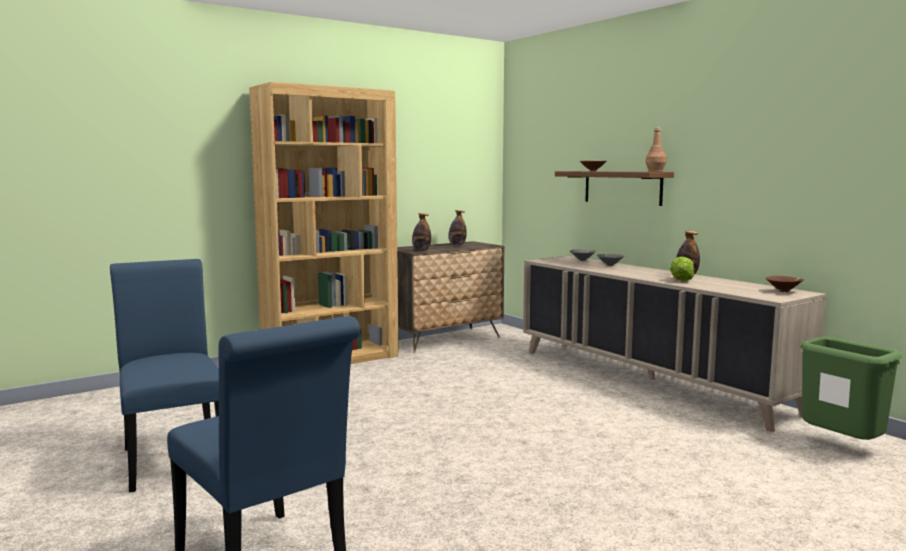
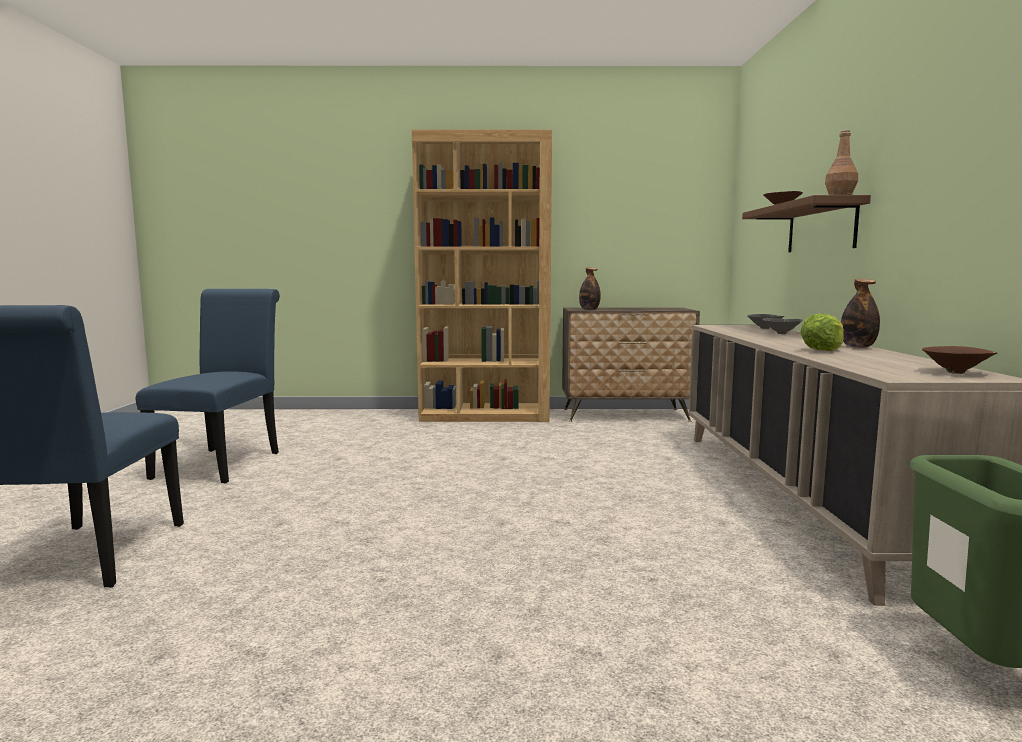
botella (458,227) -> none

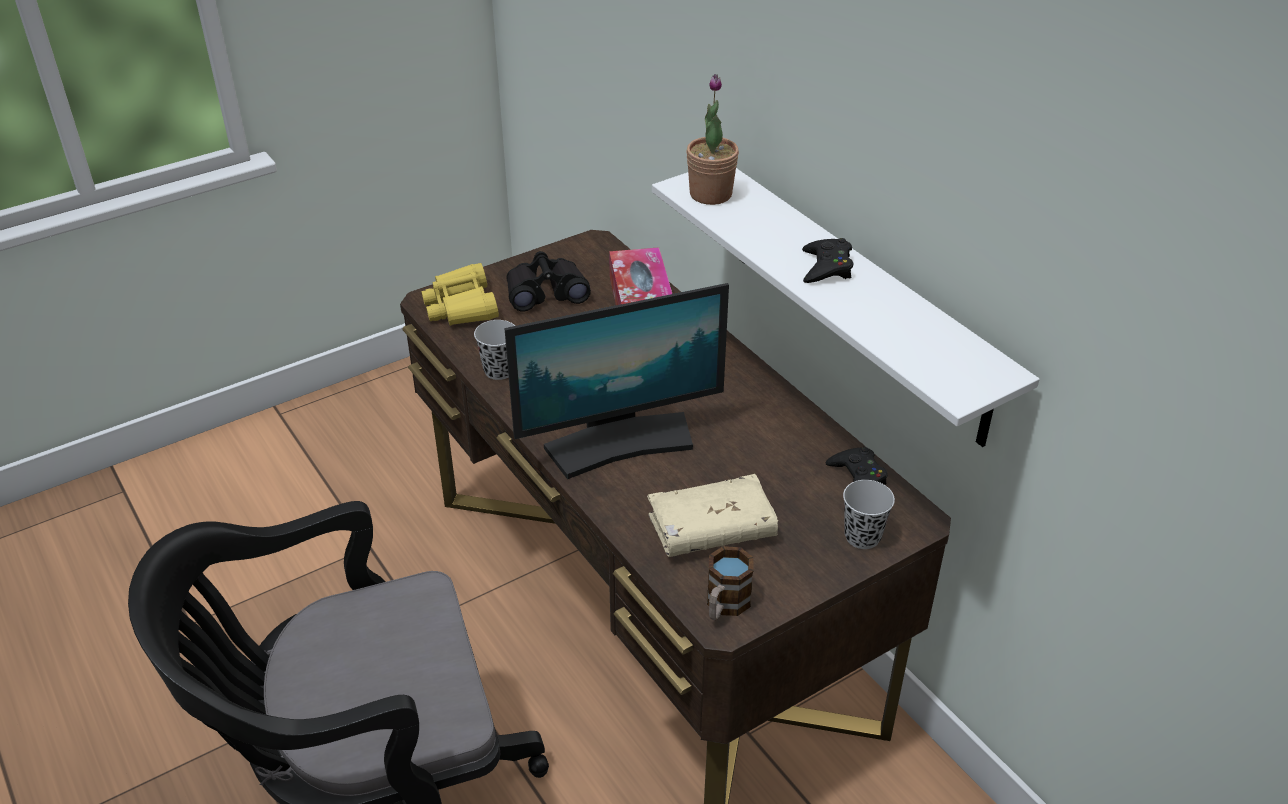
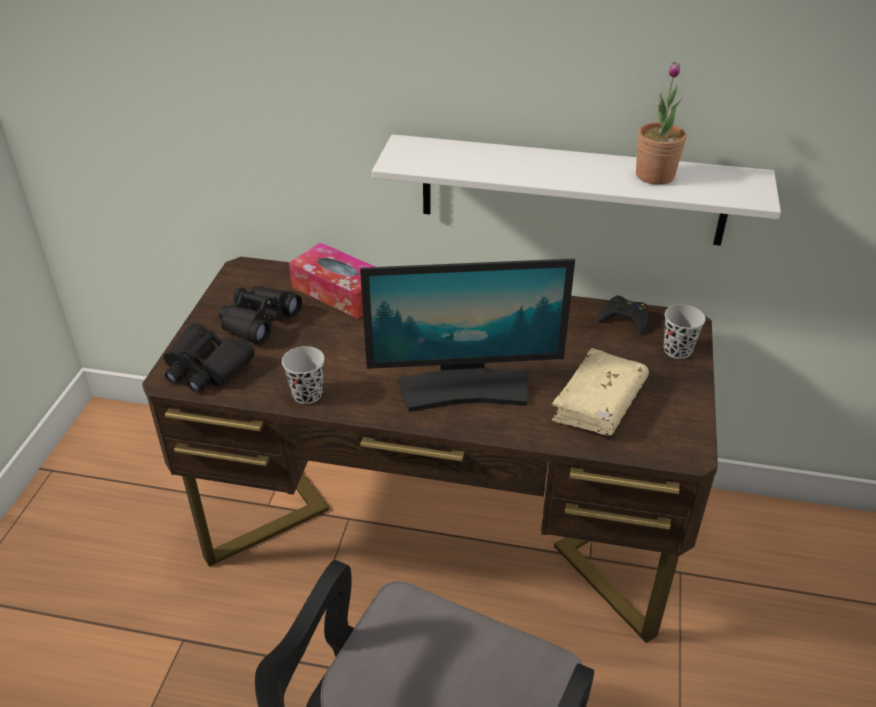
prismáticos (amarillo) (460,294) -> prismáticos (negro) (209,358)
monitor (616,381) -> monitor (467,335), 60 degrees clockwise
planta en maceta (712,139) -> planta en maceta (661,123), relocated
taza grande (730,583) -> none
mando de consola (negro) (827,260) -> none

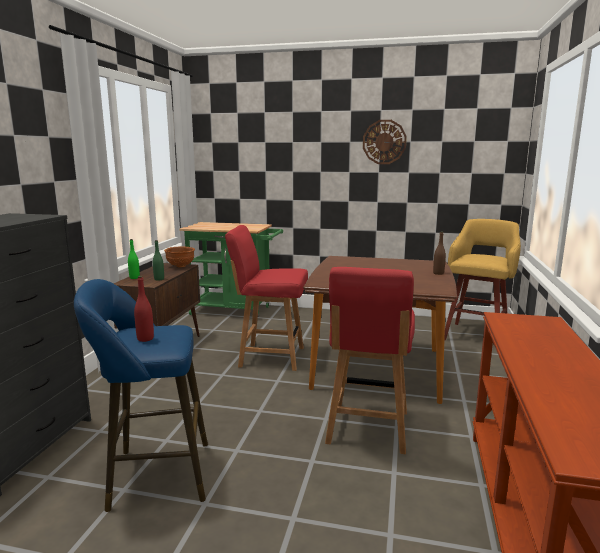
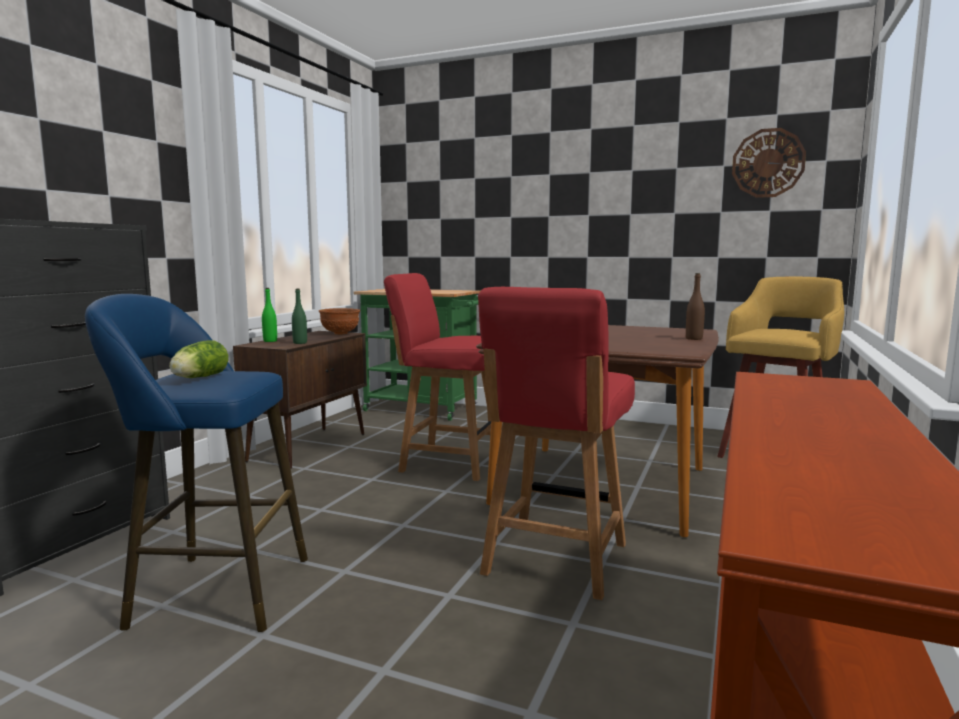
botella (rojo) (144,309) -> lechuga (198,359)
reloj de pared (385,142) -> reloj de pared (769,163), relocated

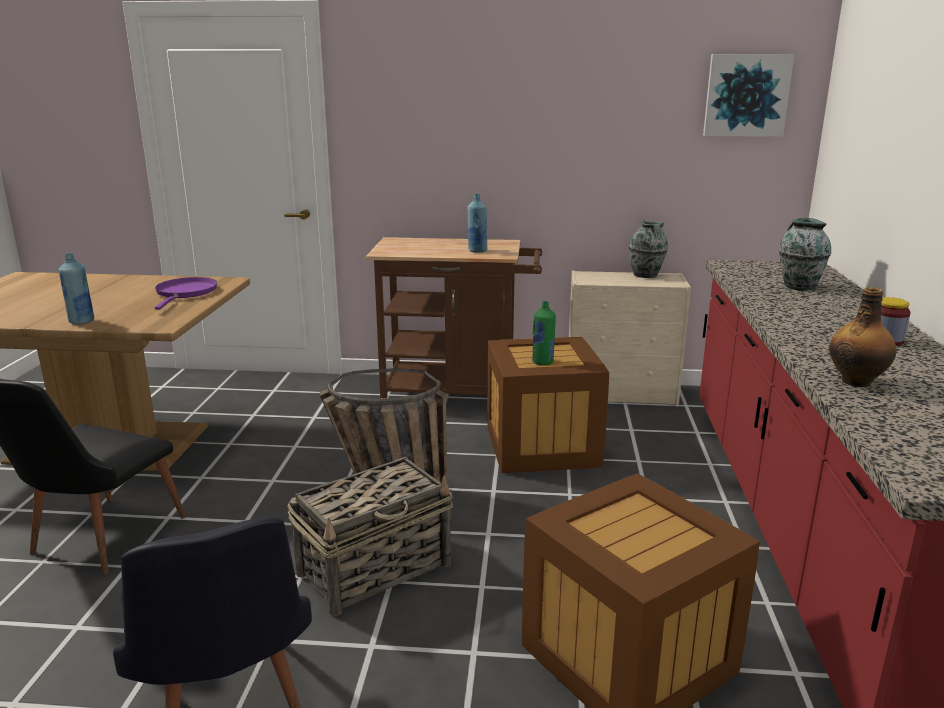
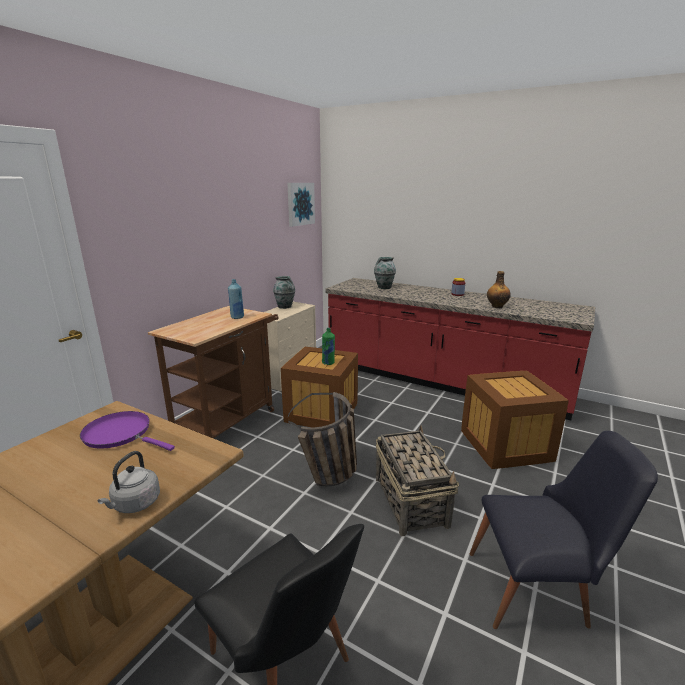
botella (azul) (76,289) -> hervidor (gris) (128,482)

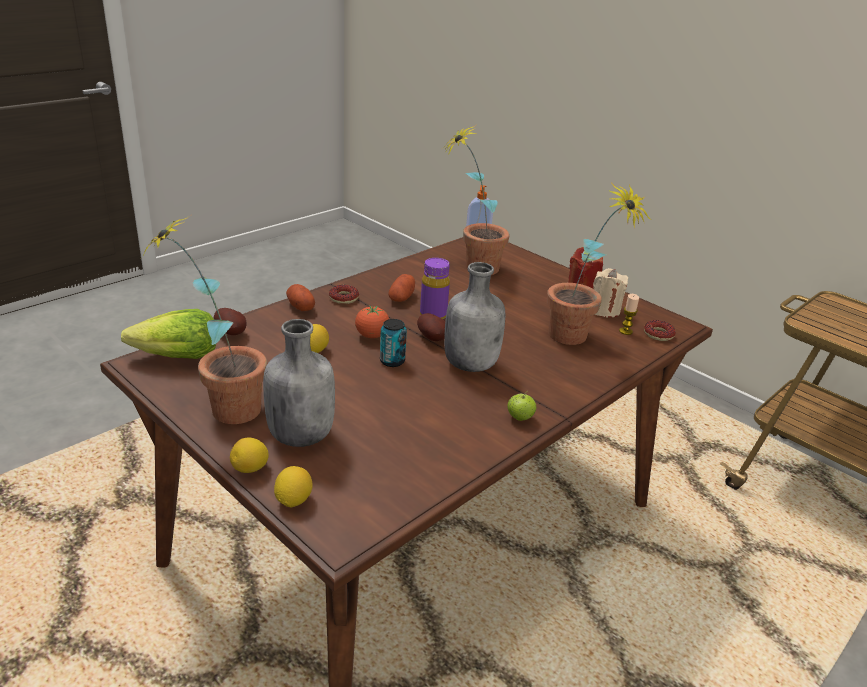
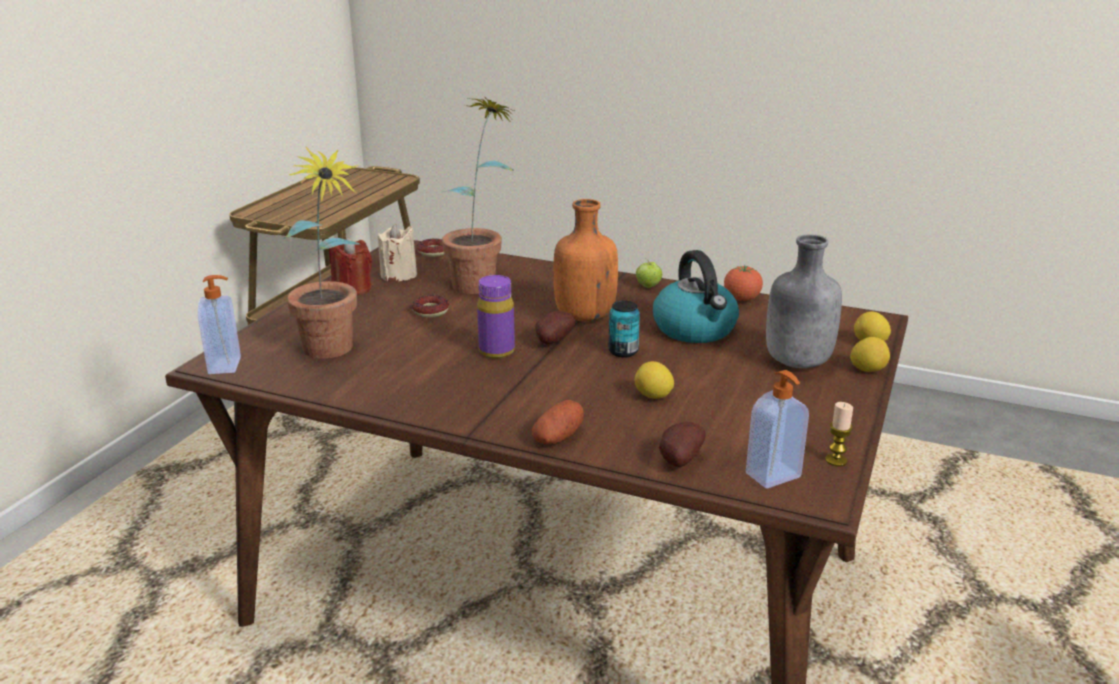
rosquilla (344,294) -> rosquilla (430,306), relocated
botella (gris) (474,317) -> botella (naranja) (585,260)
none -> hervidor (696,296)
tomate (372,321) -> tomate (743,283), relocated
lechuga (168,334) -> dispensador de jabón (777,429)
vela (629,314) -> vela (839,434), relocated
planta en maceta (204,320) -> none
patata (401,288) -> none

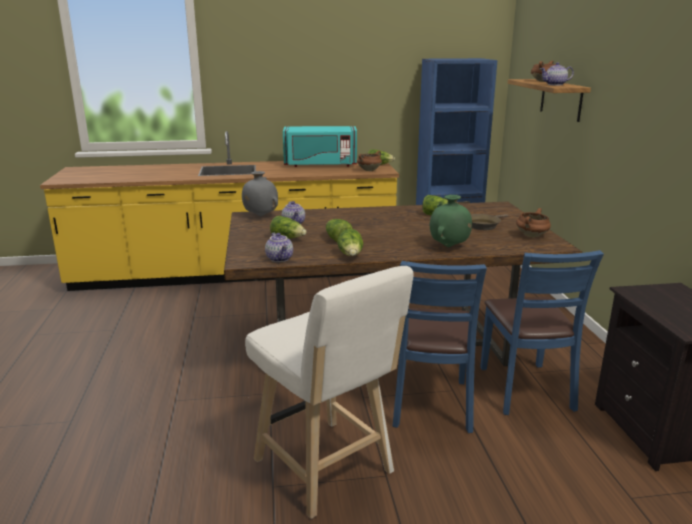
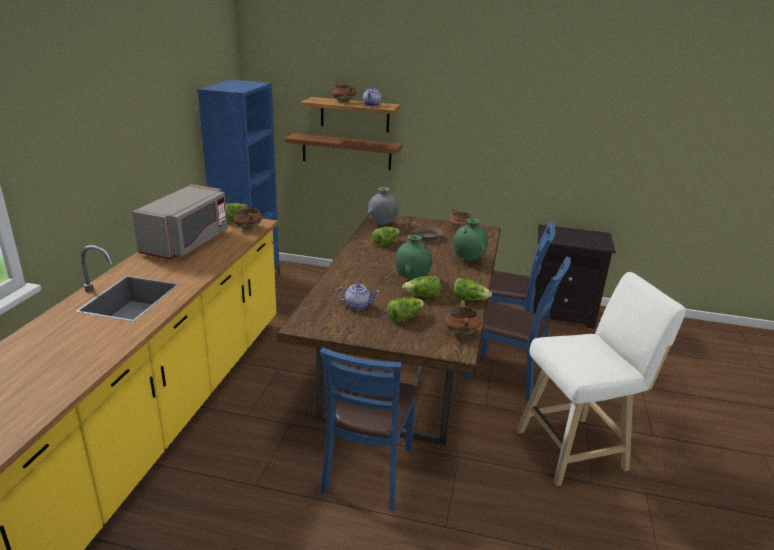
microondas (turquesa) (320,146) -> microondas (gris) (180,221)
none -> estante (marrón) (343,151)
none -> silla (azul) (369,429)
florero (gris) (260,193) -> florero (gris) (383,206), relocated
none -> florero (verde) (413,257)
tetera (279,247) -> olla (marrón) (463,318)

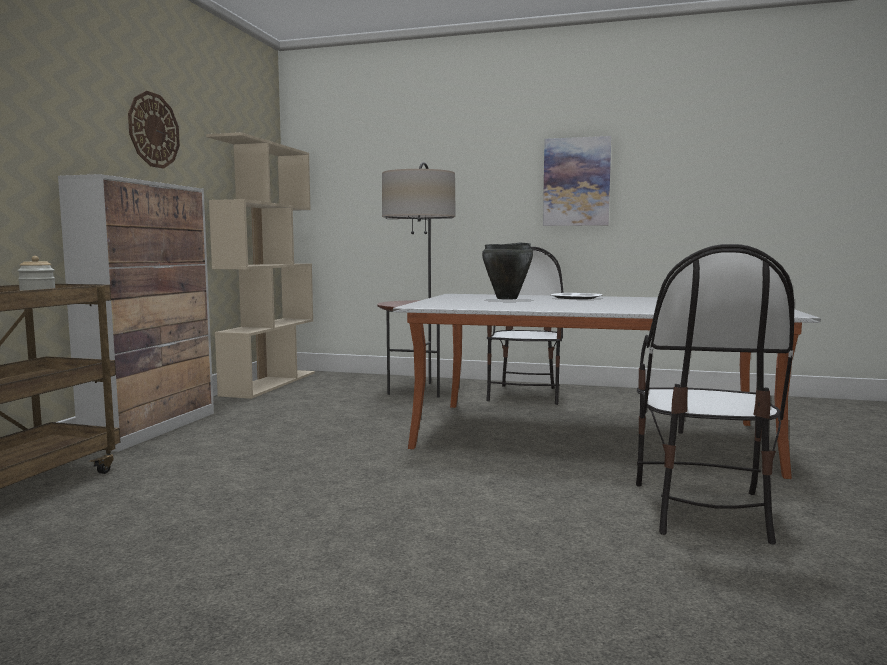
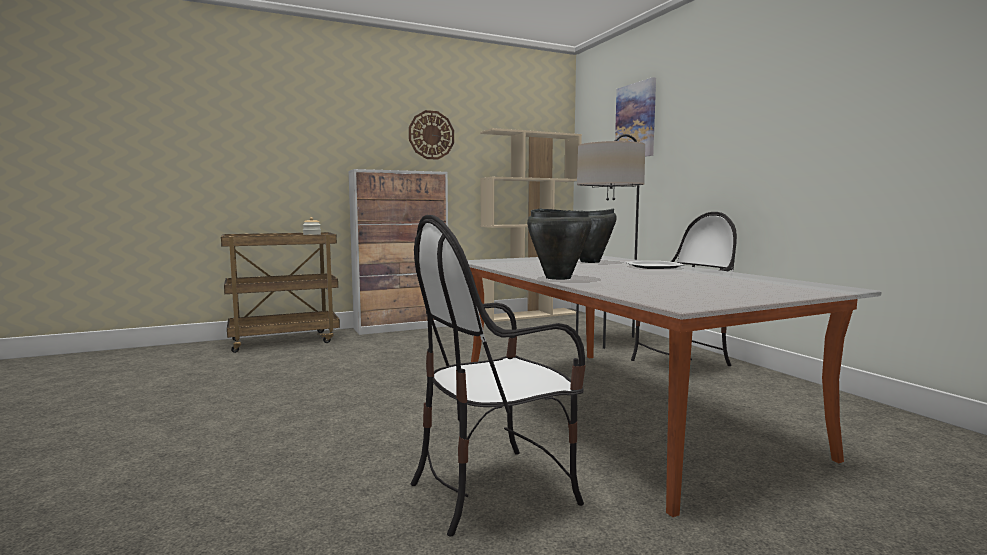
none -> olla (negro) (559,244)
cuadro (577,181) -> cuadro (635,117), relocated

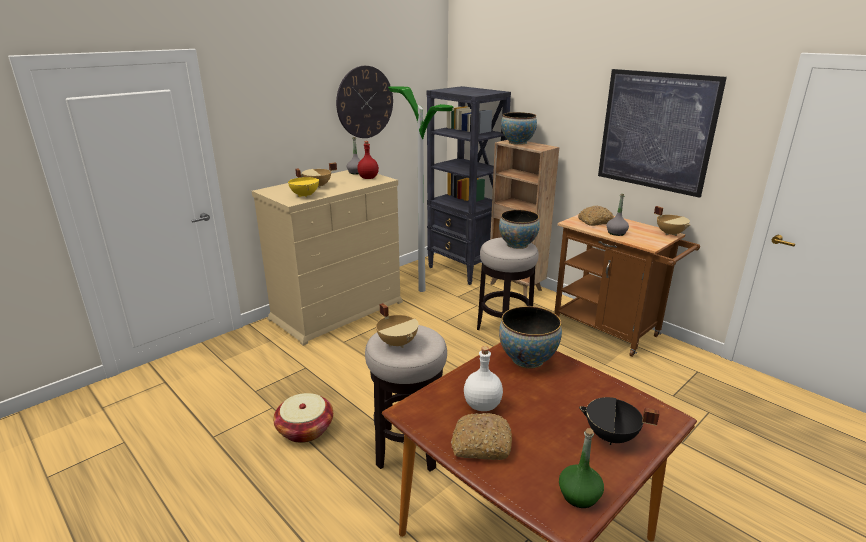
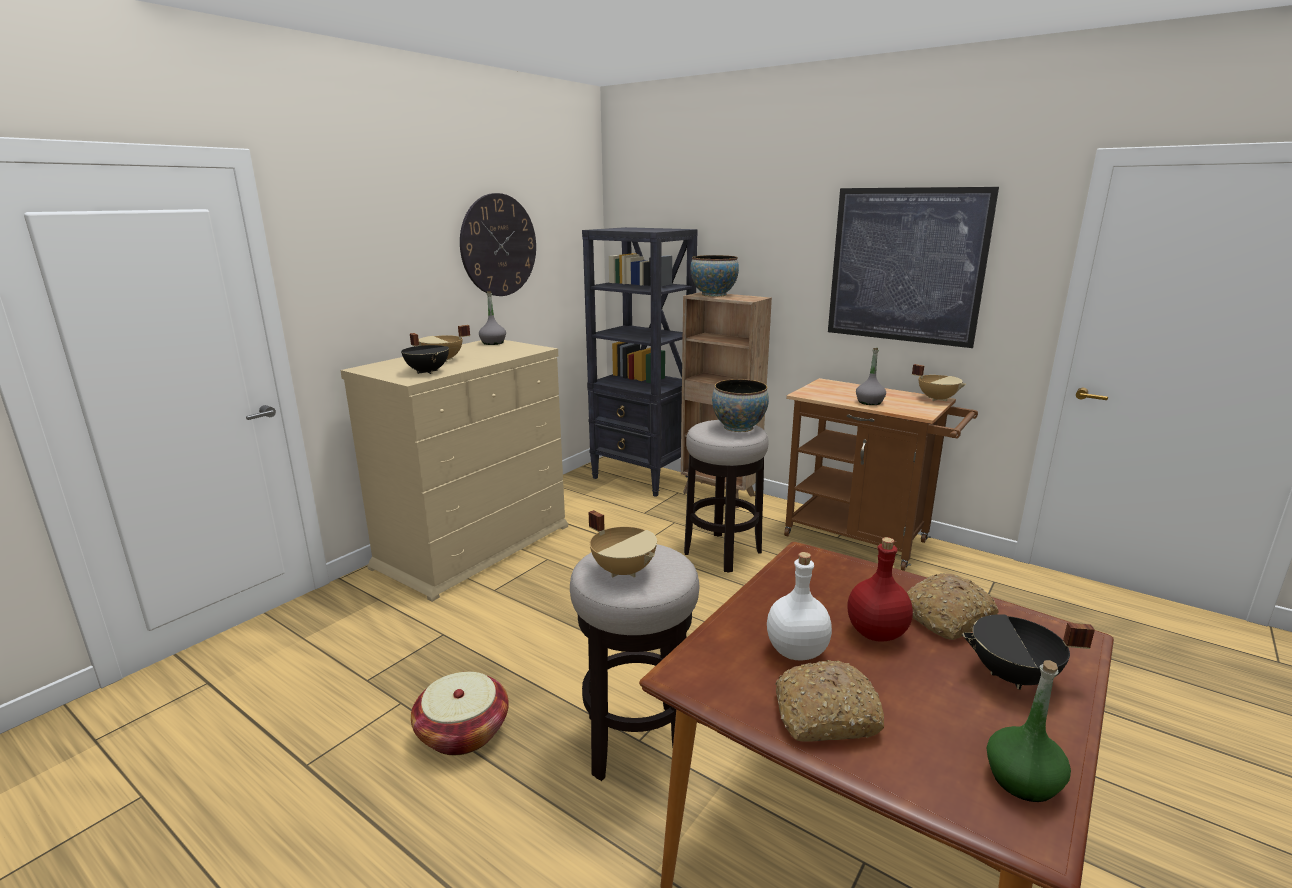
olla (amarillo) (303,183) -> olla (negro) (425,353)
botella (rojo) (368,160) -> botella (rojo) (880,589), relocated
pan (596,216) -> pan (953,606), relocated
lámpara de pie (420,189) -> none
cuenco (530,337) -> none

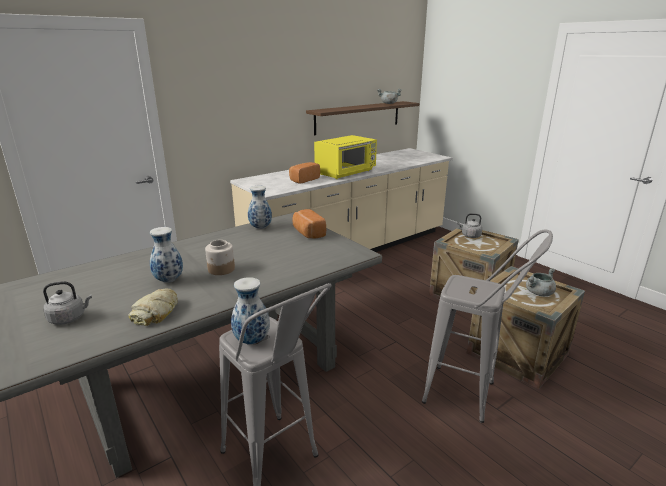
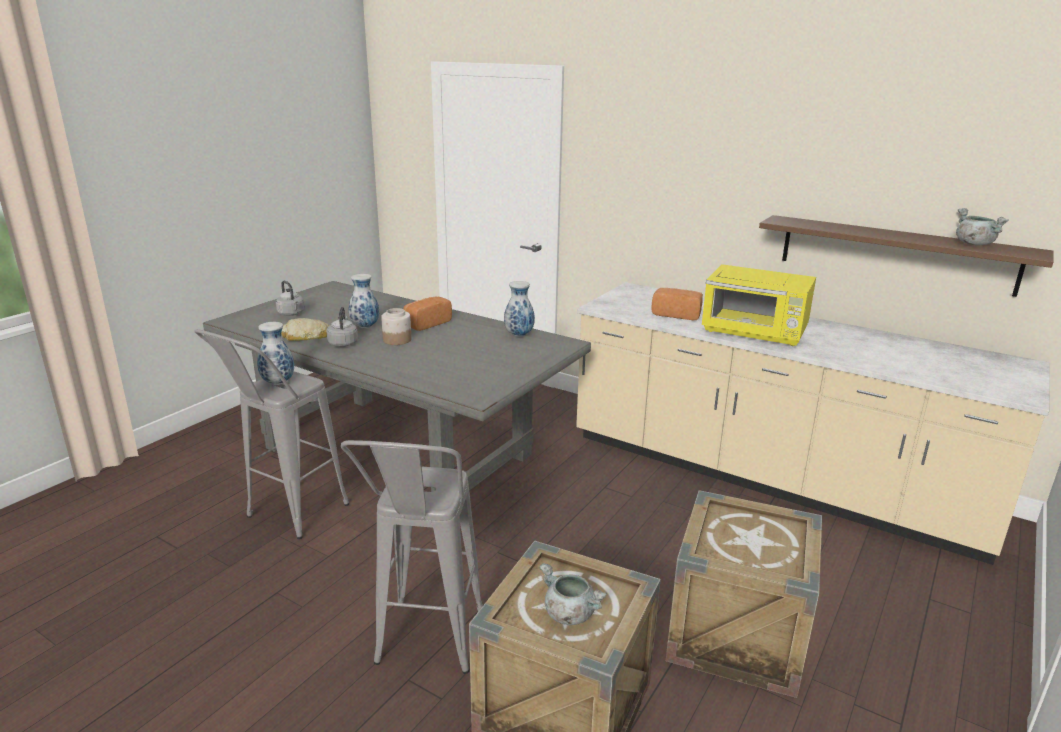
hervidor (gris) (470,225) -> hervidor (gris) (342,327), relocated
pan (309,224) -> pan (427,314), relocated

